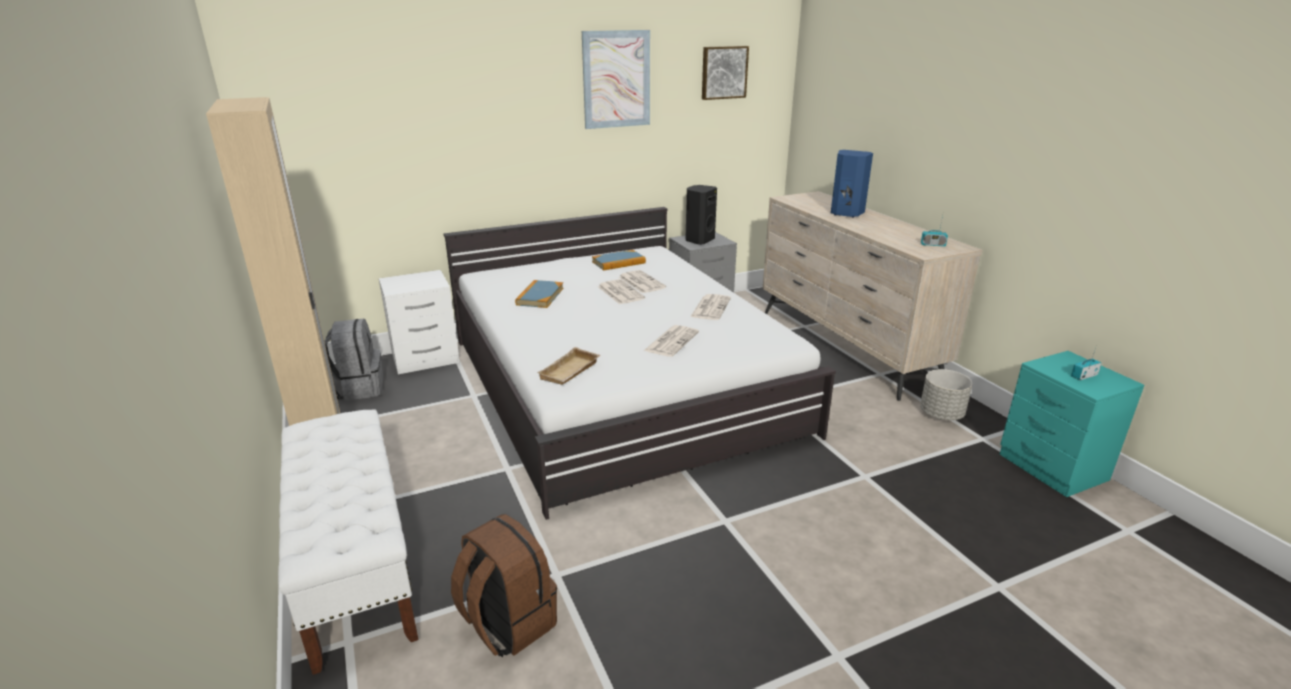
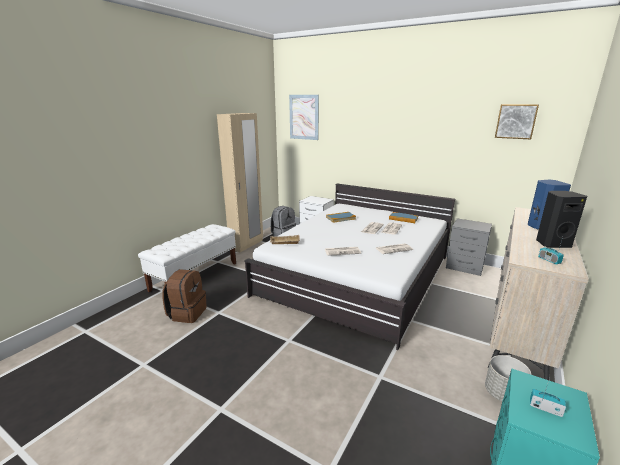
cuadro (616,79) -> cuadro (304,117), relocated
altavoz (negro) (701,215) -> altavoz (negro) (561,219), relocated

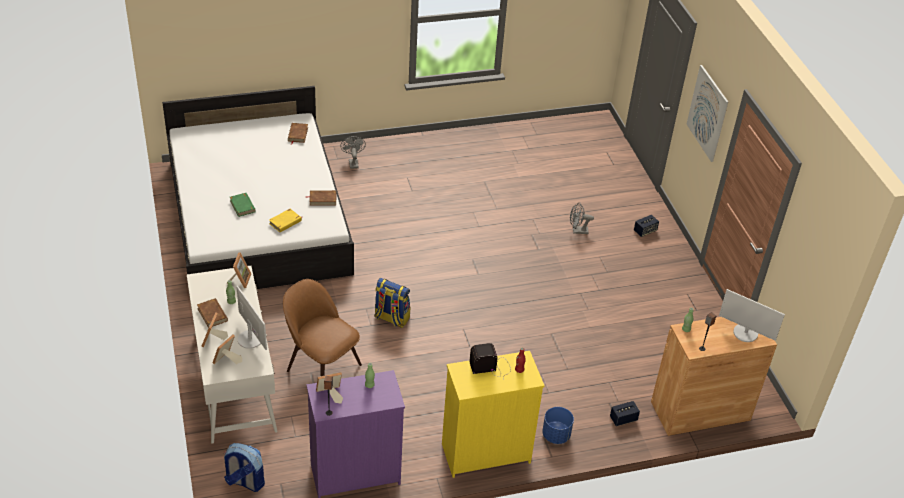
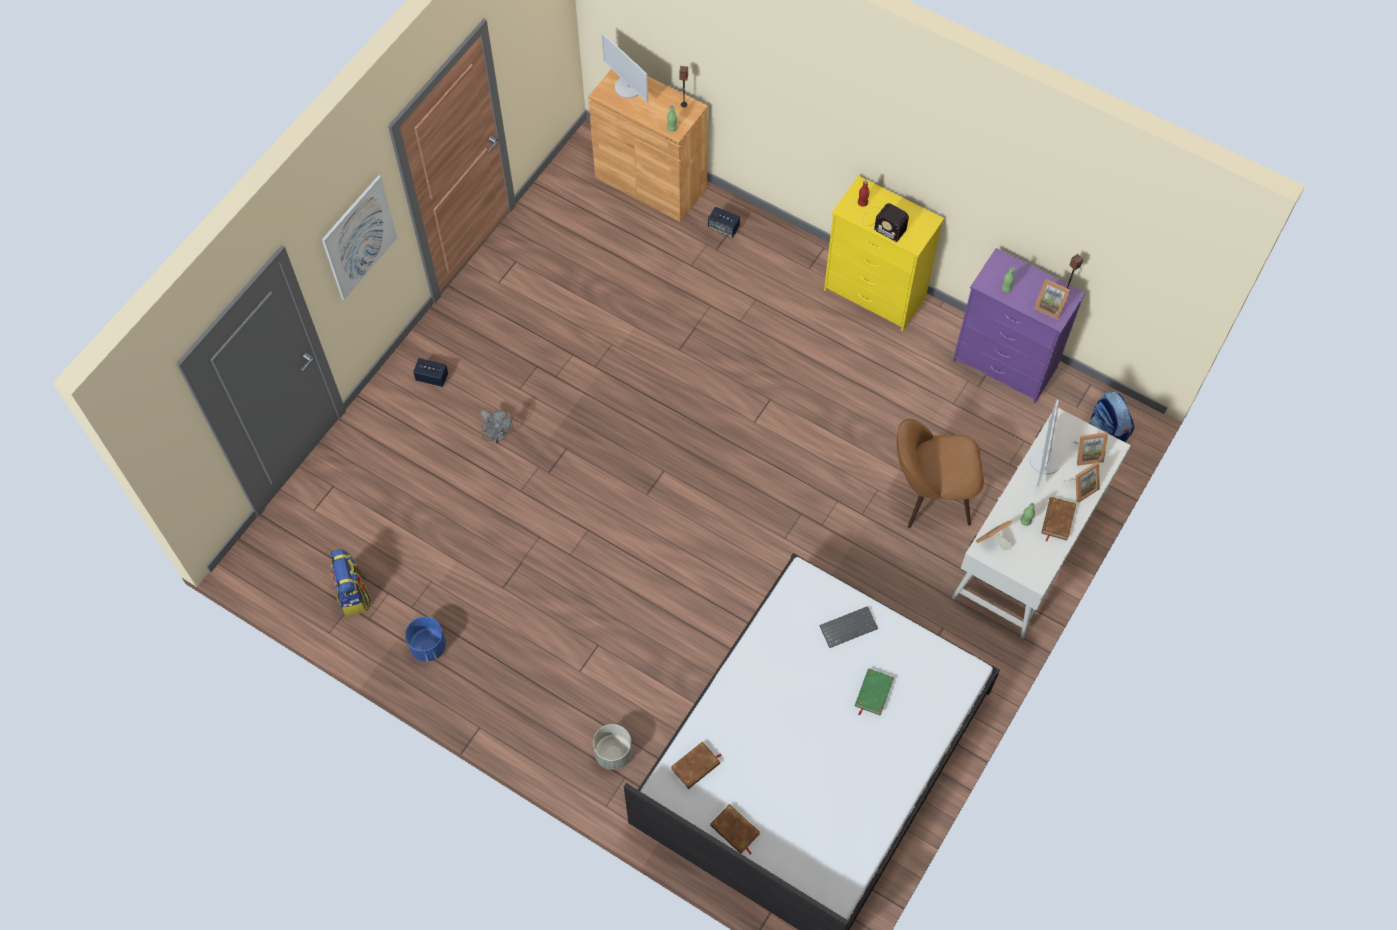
mochila (392,303) -> mochila (350,582), relocated
maceta (azul) (558,425) -> maceta (azul) (425,639), relocated
ventilador (gris) (353,152) -> maceta (gris) (612,747)
monitor (752,315) -> monitor (624,67), 150 degrees clockwise
libro (marrón) (320,198) -> libro (marrón) (735,829), relocated
libro (amarillo) (285,220) -> teclado (848,627)
silla (marrón) (322,327) -> silla (marrón) (940,473), 90 degrees clockwise

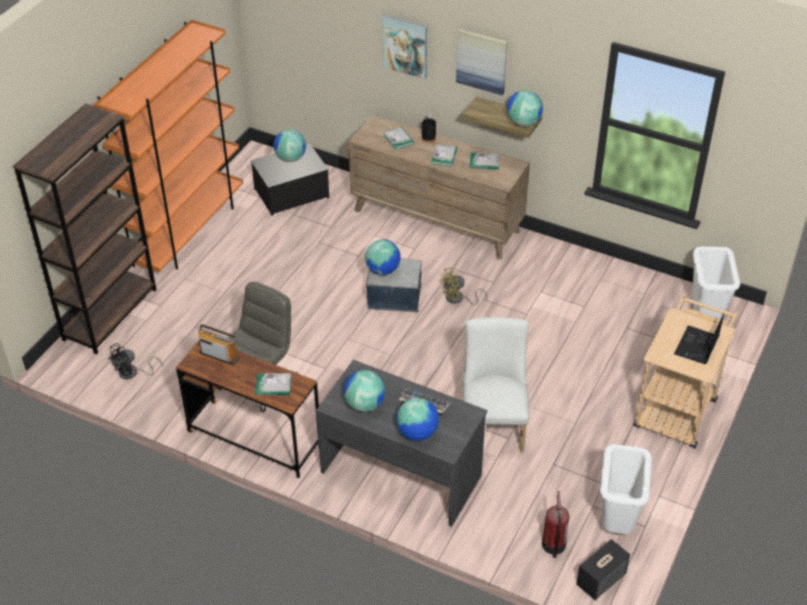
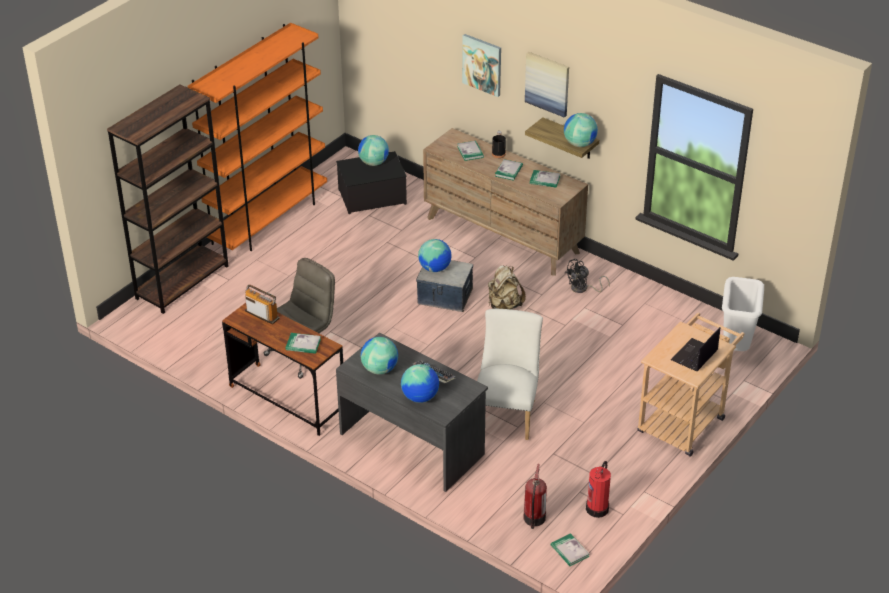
ventilador (amarillo) (463,286) -> mochila (beis) (507,287)
altavoz (603,569) -> libro (570,549)
ventilador (negro) (135,361) -> ventilador (negro) (587,276), relocated
papelera (blanco) (626,489) -> extintor (598,489)

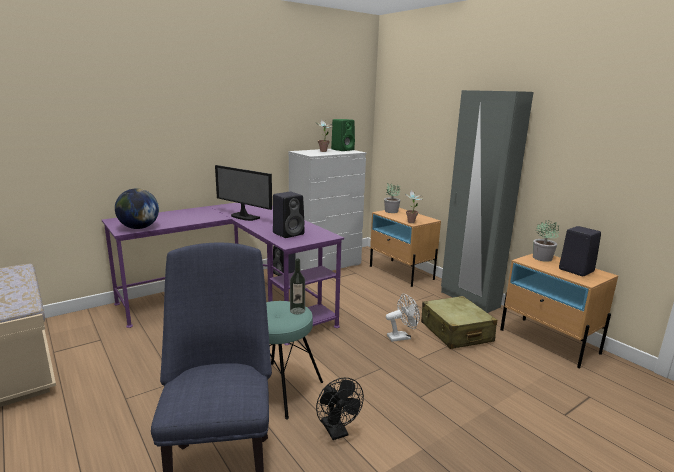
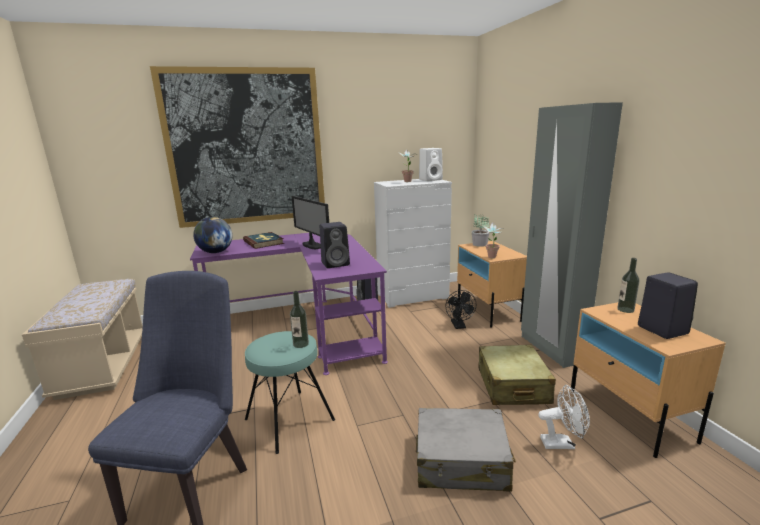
none -> cuadro (237,147)
none -> libro (263,240)
none -> maleta (gris) (466,450)
altavoz (verde) (343,135) -> altavoz (blanco) (431,164)
ventilador (negro) (340,409) -> ventilador (negro) (461,309), relocated
ventilador (blanco) (403,317) -> ventilador (blanco) (564,417), relocated
planta en maceta (546,241) -> botella (628,285)

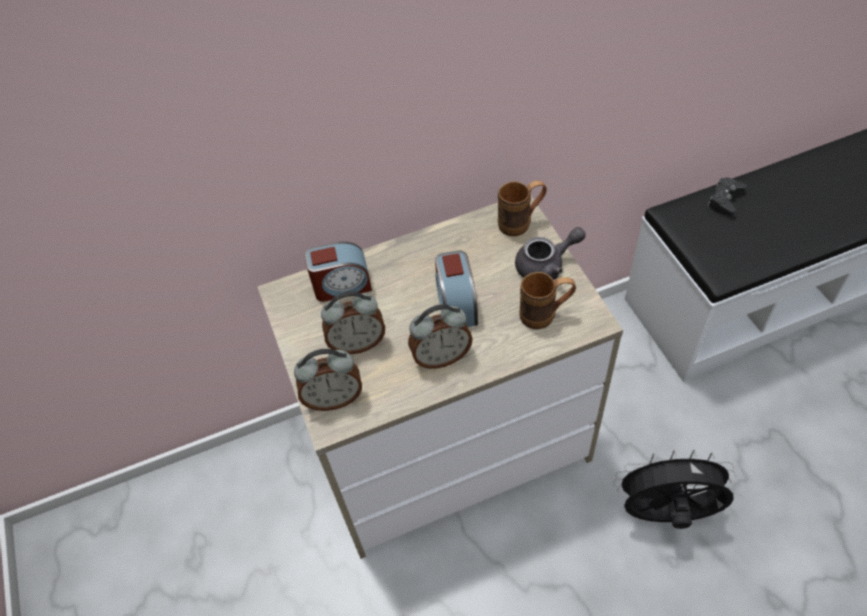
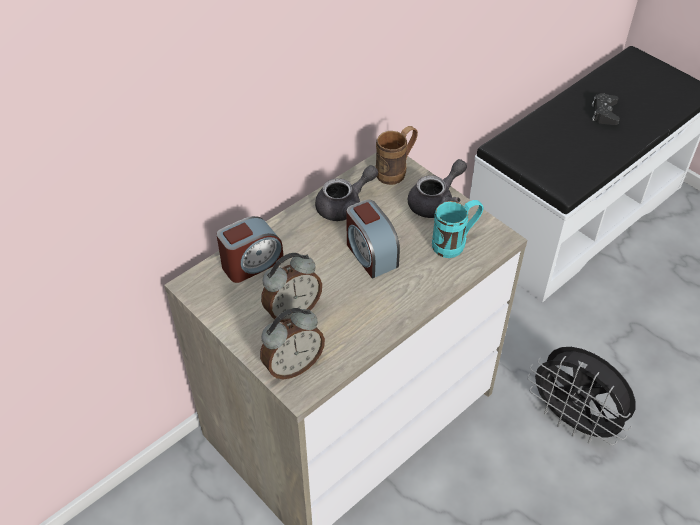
none -> tetera (gris) (346,193)
taza grande (marrón) (547,300) -> taza grande (turquesa) (458,229)
ventilador (negro) (675,489) -> ventilador (negro) (581,396), 120 degrees counterclockwise
mando de consola (negro) (727,197) -> mando de consola (negro) (606,109), relocated
despertador (440,336) -> none

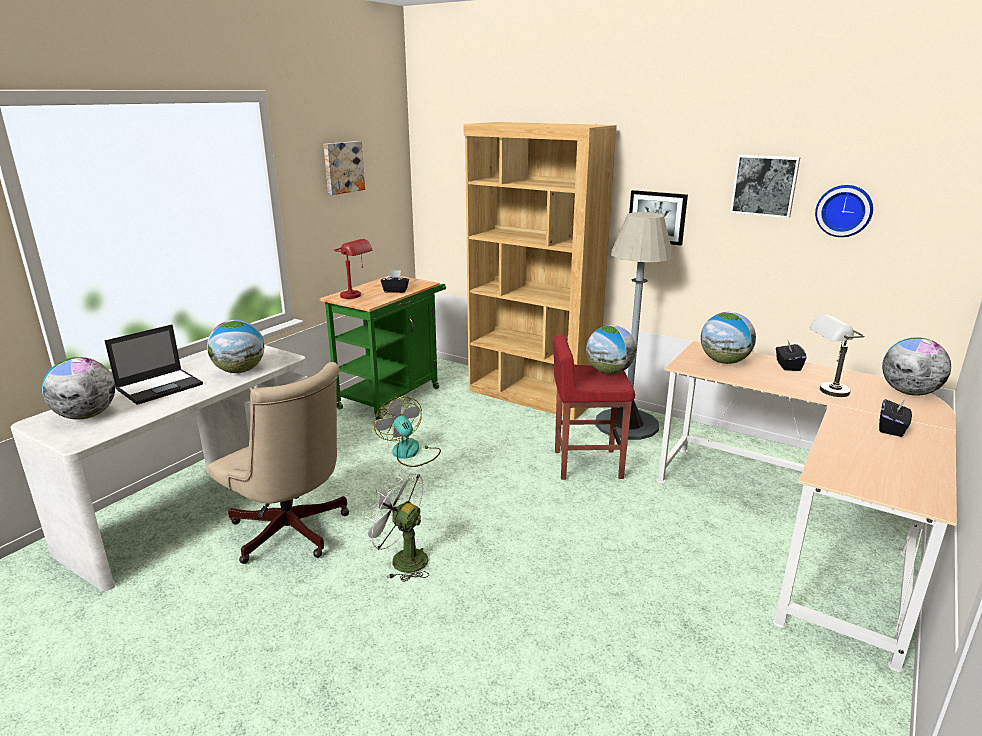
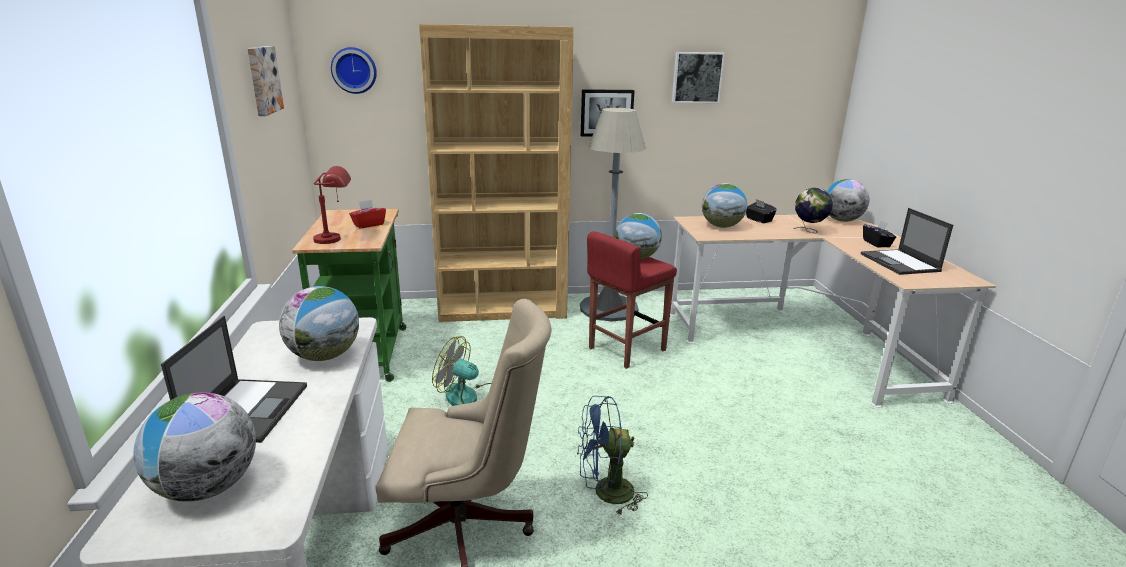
reloj de pared (844,211) -> reloj de pared (354,70), relocated
caja de pañuelos (negro) (395,281) -> caja de pañuelos (rojo) (367,214)
ventilador (blanco) (395,525) -> ventilador (azul) (612,455)
lámpara de mesa (gris) (837,355) -> globo terráqueo (813,211)
none -> portátil (907,241)

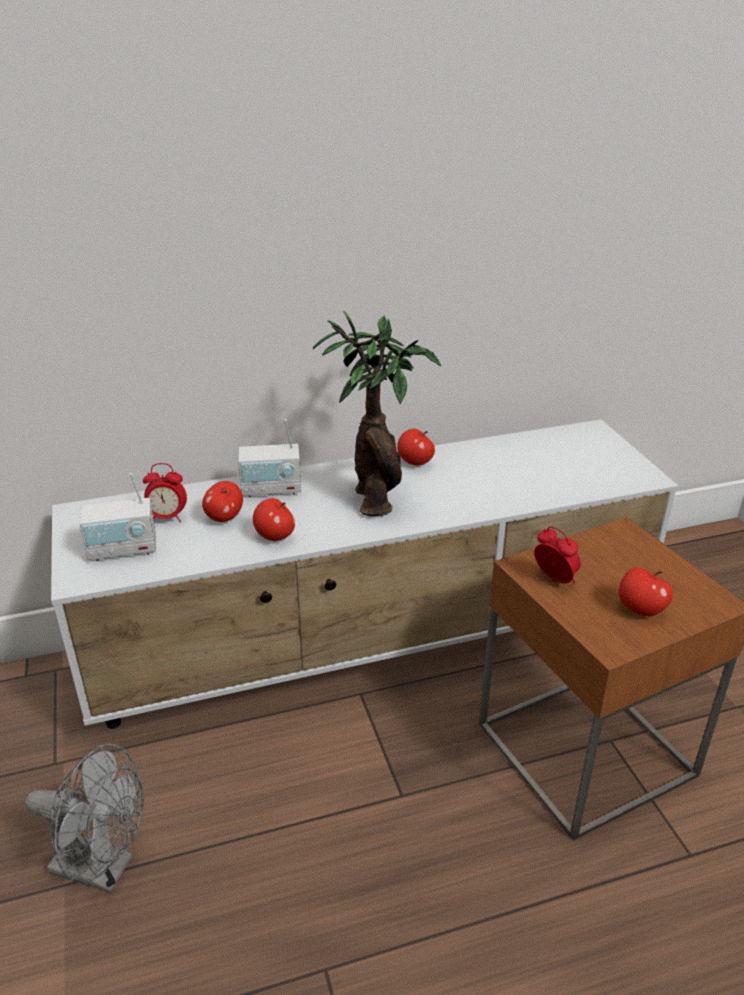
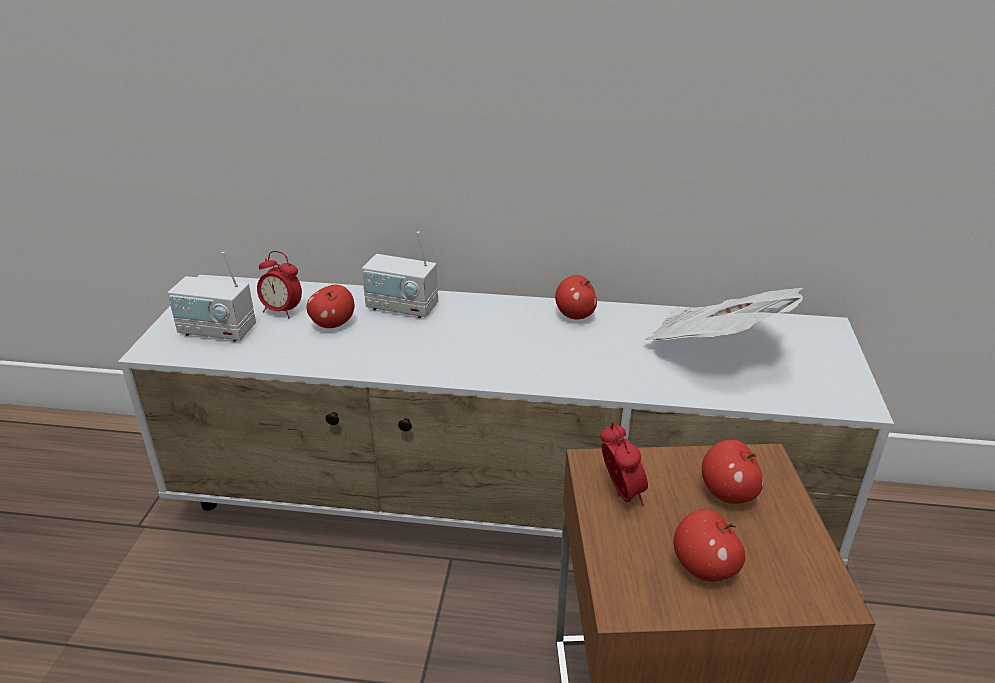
none -> periódico (724,314)
manzana (274,519) -> manzana (733,472), relocated
ventilador (gris) (84,818) -> none
planta en maceta (377,413) -> none

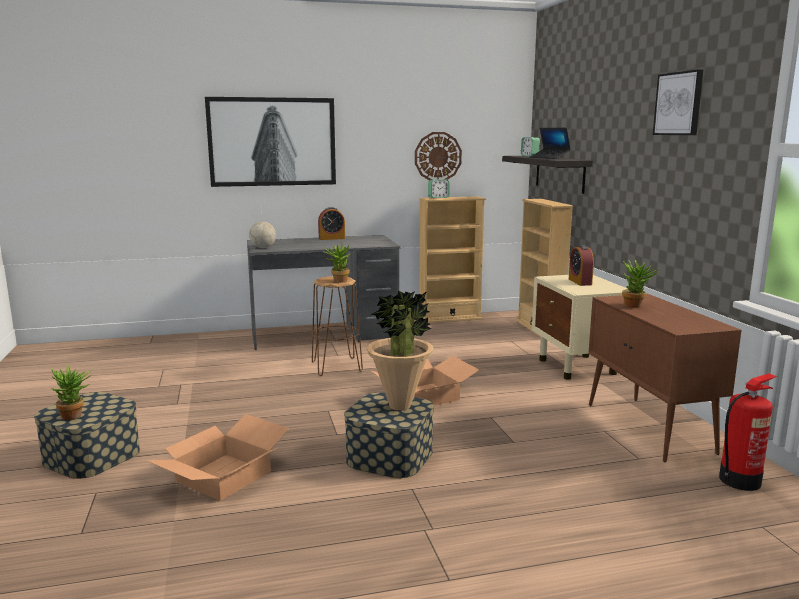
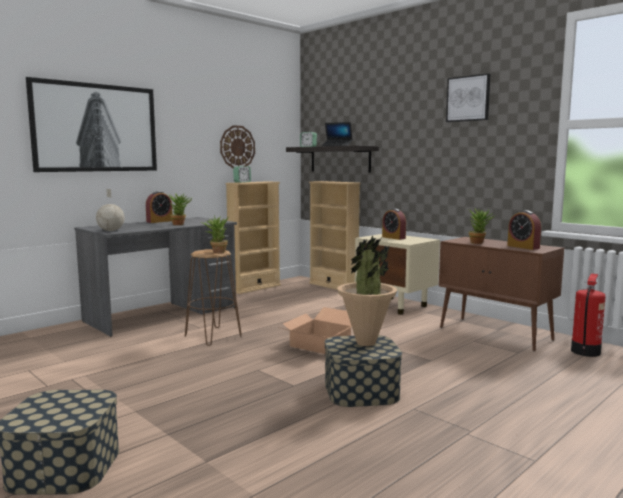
planta en maceta (71,392) -> planta en maceta (180,209), relocated
none -> despertador (524,230)
caja de cartón (217,457) -> none

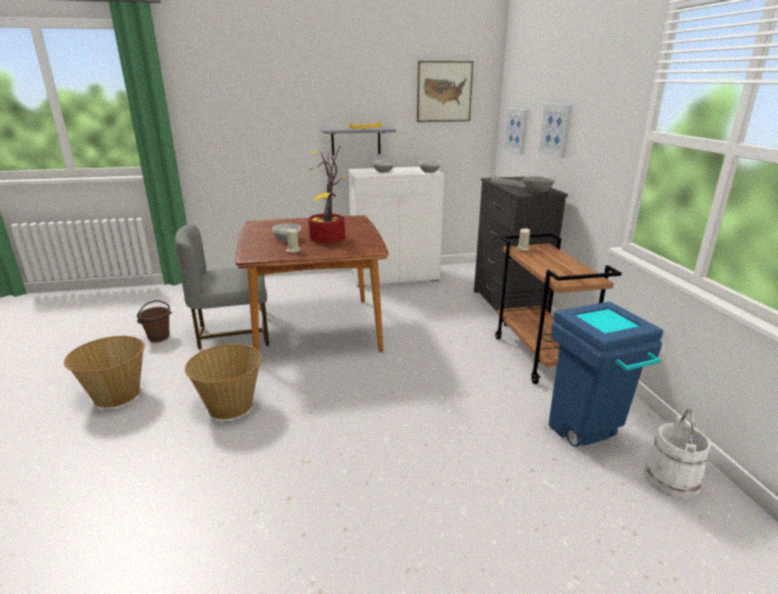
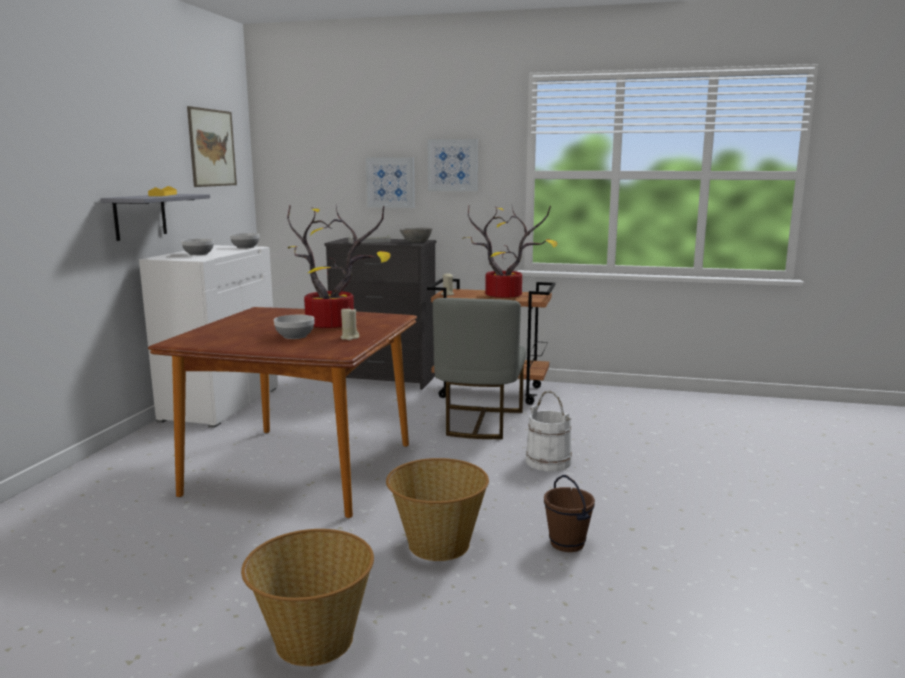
cuadro (516,131) -> cuadro (453,165), relocated
silla (gris) (222,286) -> silla (gris) (479,368), relocated
none -> planta en maceta (511,252)
cubo (blanco) (677,454) -> cubo (blanco) (548,431), relocated
cubo (marrón) (154,321) -> cubo (marrón) (569,513), relocated
papelera (azul) (606,374) -> none

